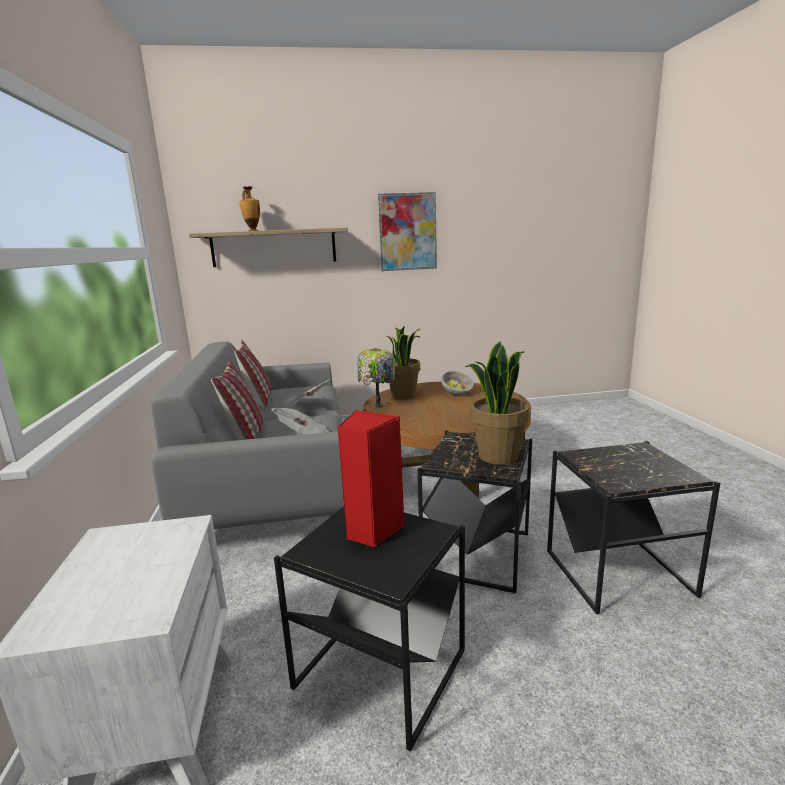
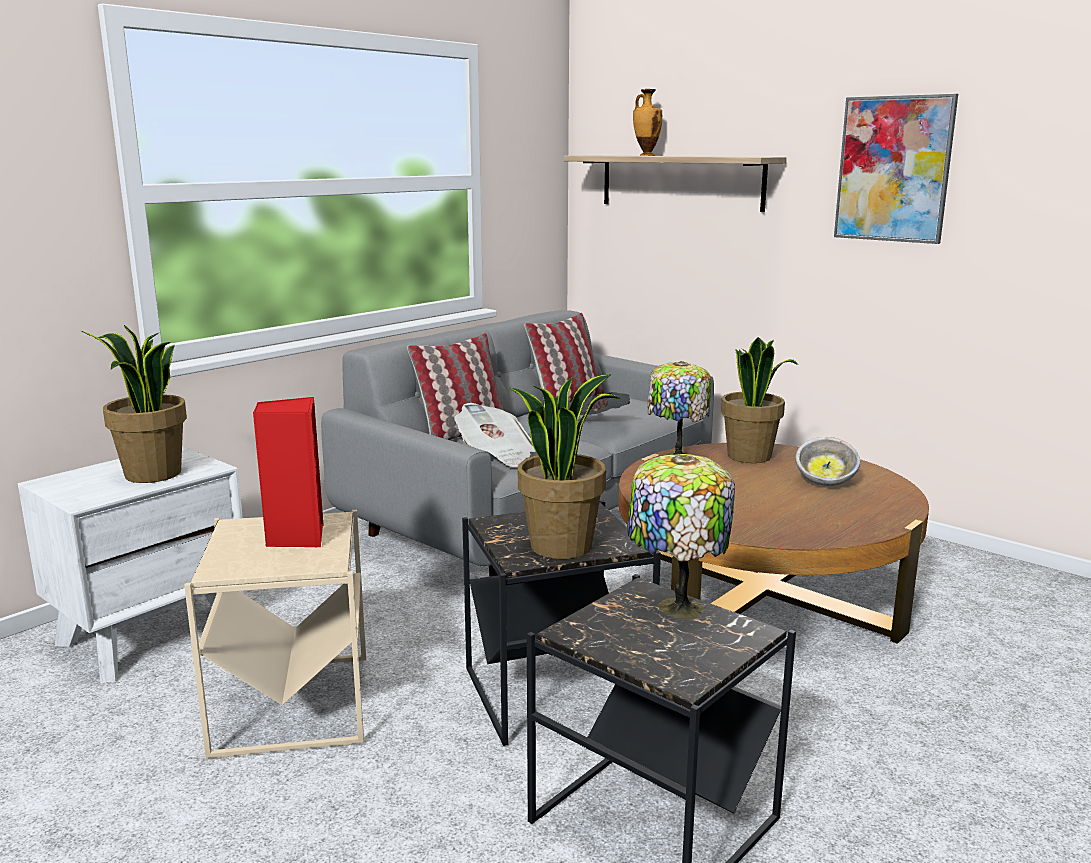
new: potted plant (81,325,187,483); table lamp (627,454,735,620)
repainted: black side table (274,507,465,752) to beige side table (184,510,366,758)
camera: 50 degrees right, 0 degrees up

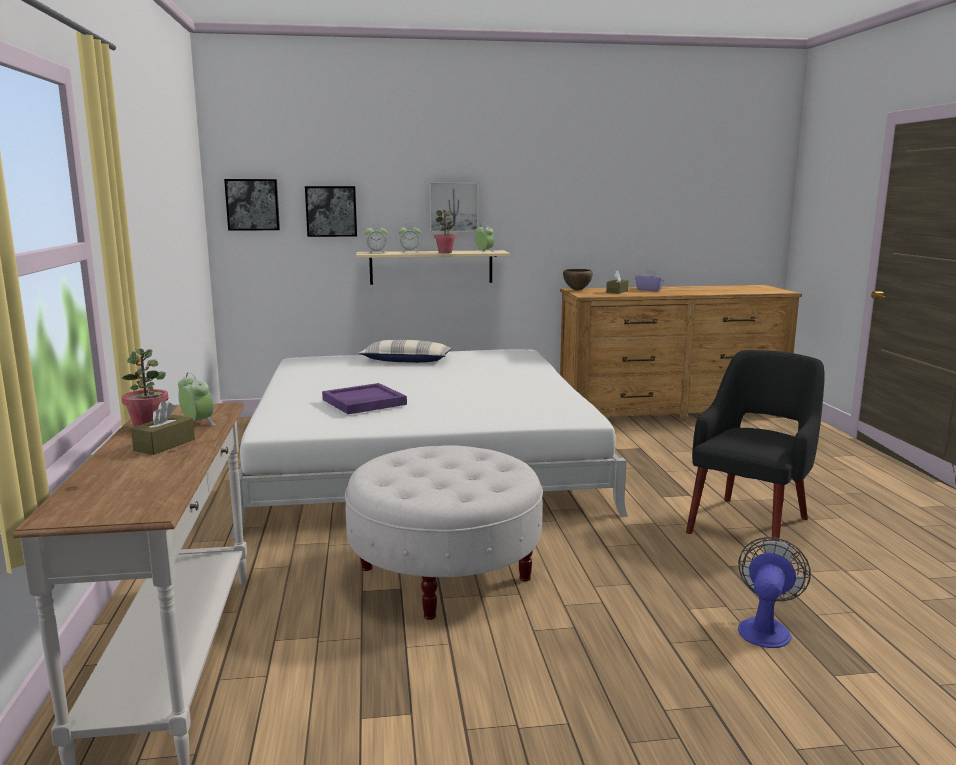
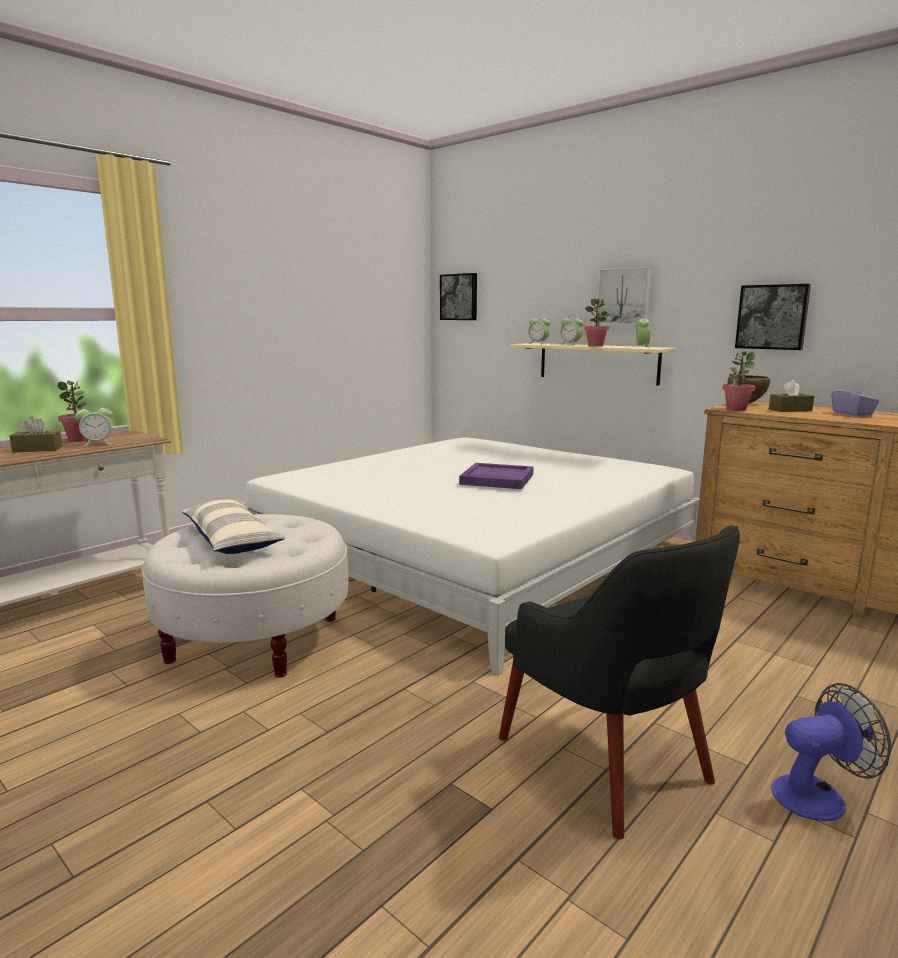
new: potted plant (723,352,755,411)
shifted: pillow (358,340,452,363) to (182,499,285,554); purple tray (322,383,407,414) to (459,463,534,489); picture (305,186,357,237) to (735,284,811,350); fan (738,537,811,648) to (771,683,891,821)
rotated: alarm clock (178,372,216,426) = (75,403,113,446) 60 degrees clockwise; black armchair (686,350,825,541) = (499,525,740,840) 60 degrees clockwise
camera: 50 degrees right, 0 degrees up

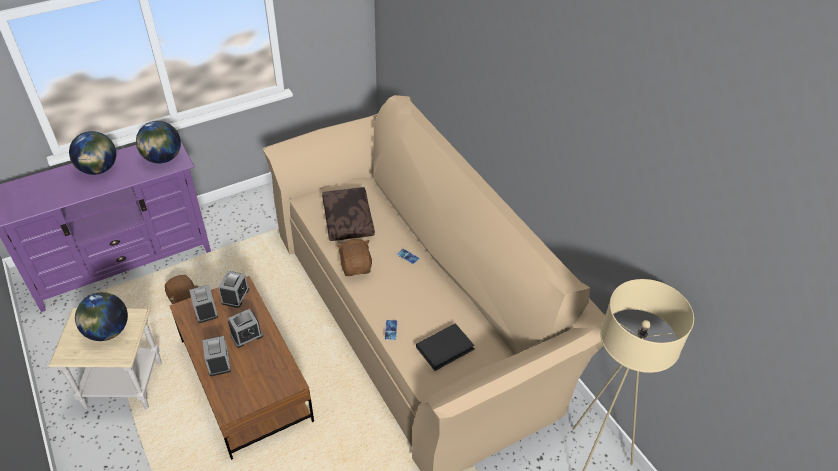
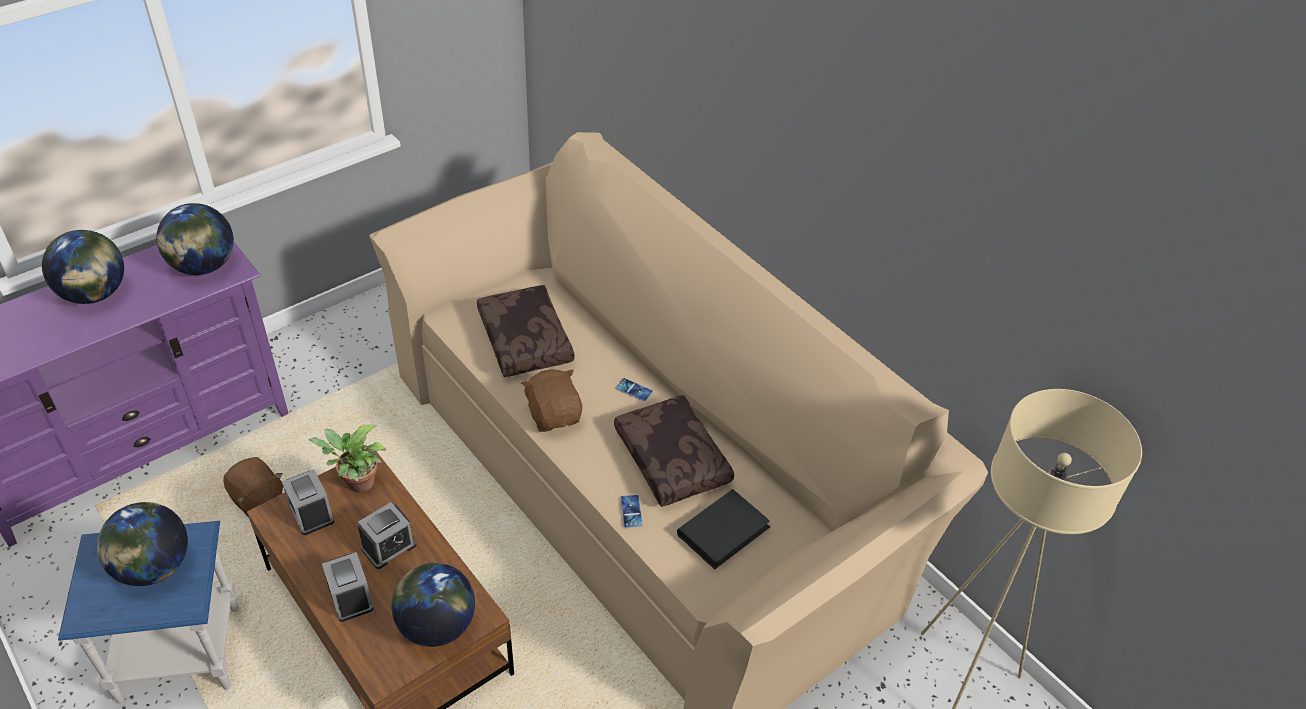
new: globe (391,563,475,647); brown pillow (614,395,734,507)
swapped: alarm clock (218,271,249,308) to potted plant (309,425,387,492)
repainted: beige side table (48,308,162,409) to blue side table (58,521,239,703)
camera: 10 degrees left, 0 degrees up

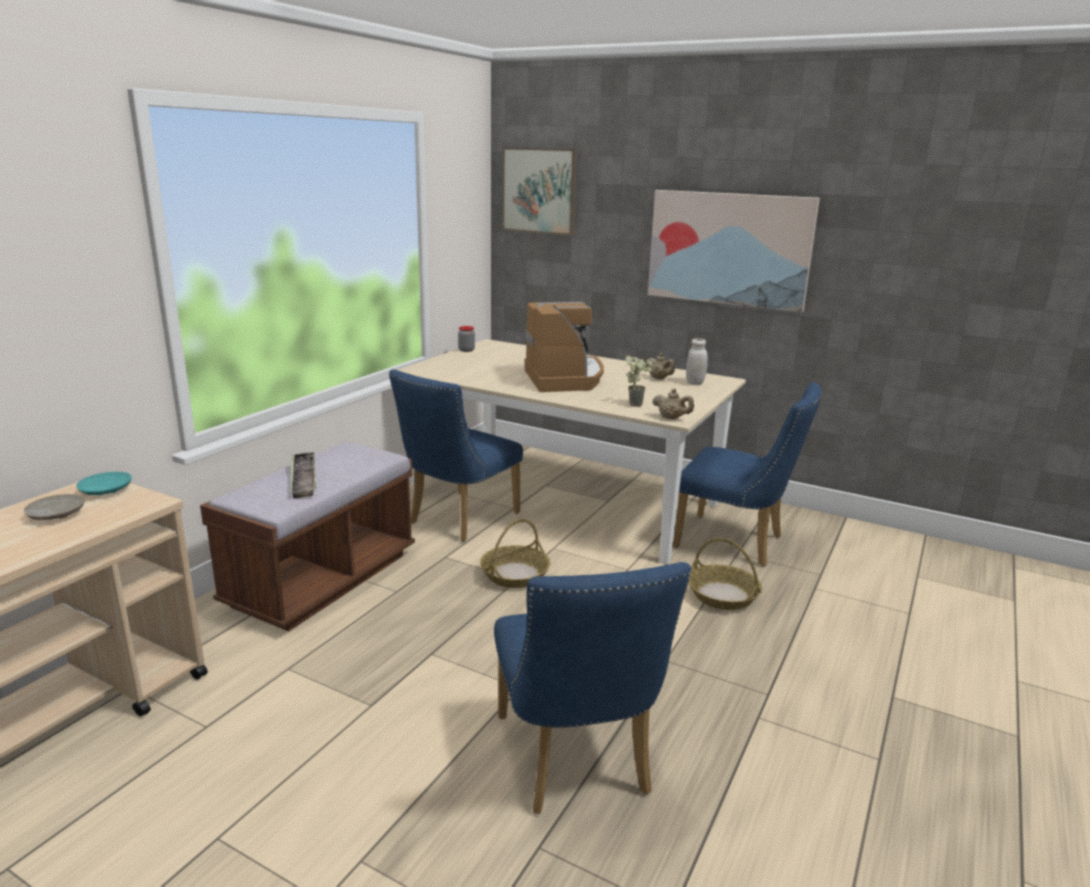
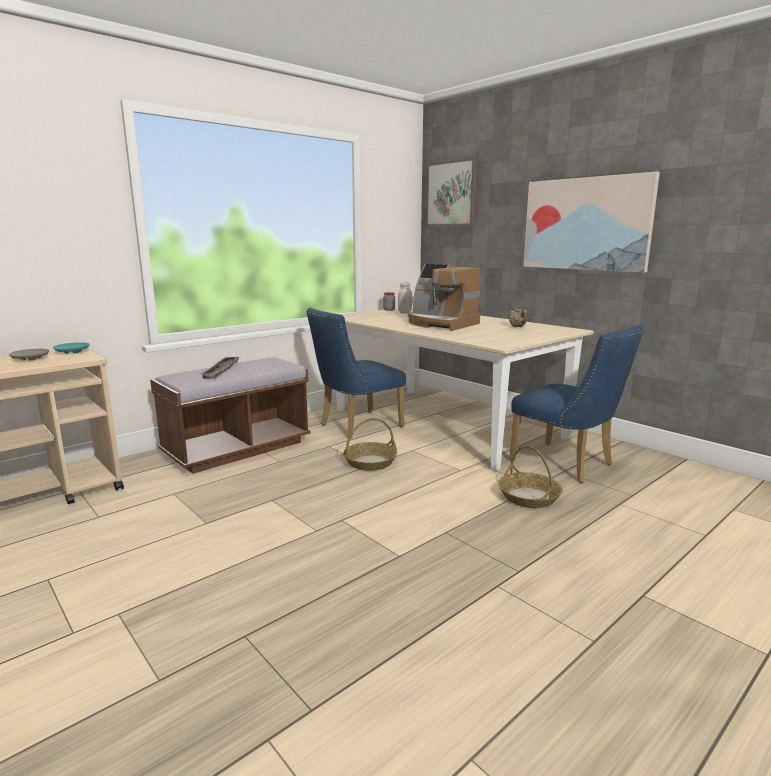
gone: blue chair (494,562,691,814); potted plant (625,355,652,407); beige teapot (652,388,694,419)
shifted: white jar (686,338,708,385) to (398,282,413,314)
rotated: coffee machine (525,302,604,392) = (407,264,480,331) 120 degrees clockwise
camera: 20 degrees right, 5 degrees down

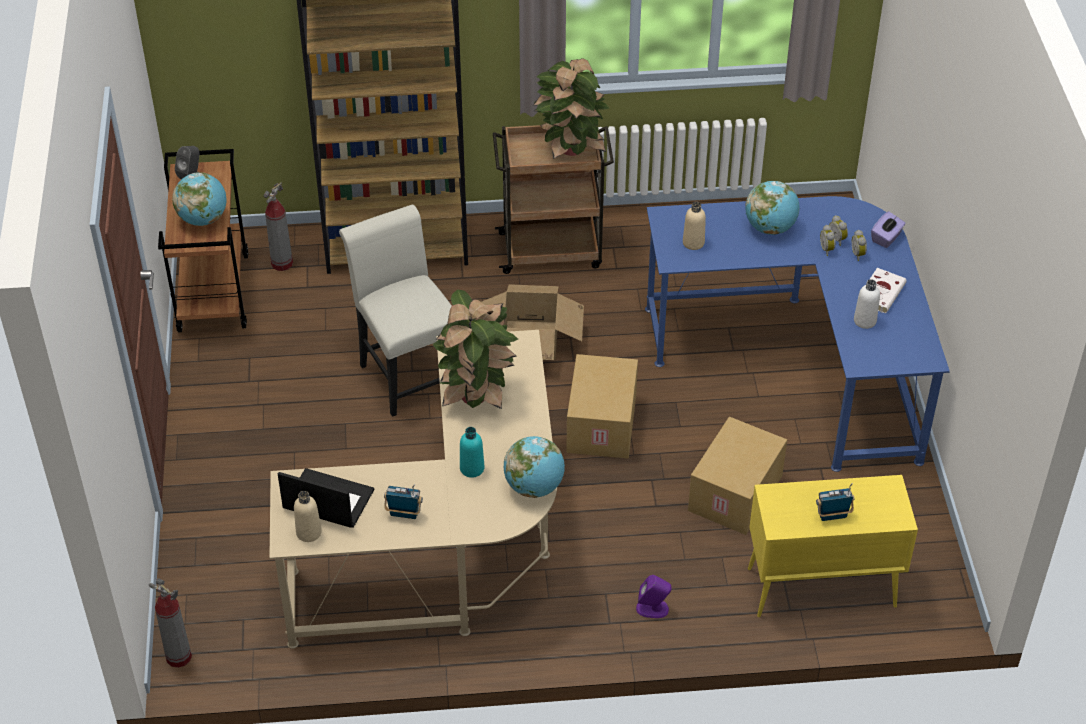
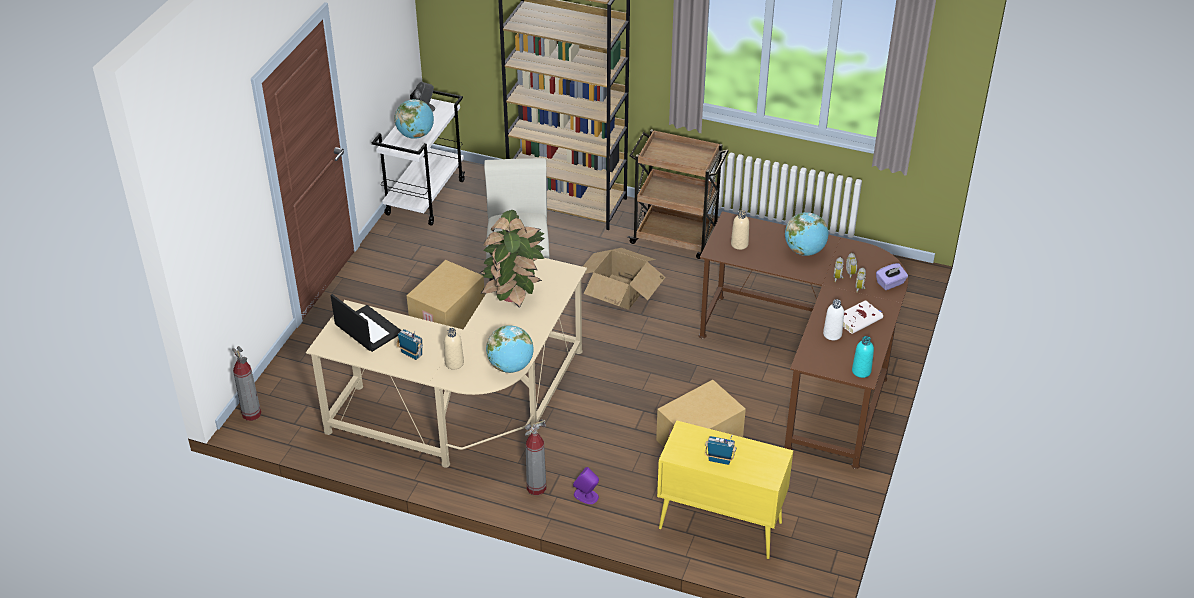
gone: potted plant (533,58,610,159)
shifted: cardboard box (566,354,638,458) to (407,260,485,329); beige bottle (294,491,322,542) to (444,328,464,370); fire extinguisher (263,182,293,271) to (525,419,546,495); turquoise bottle (460,427,484,478) to (852,336,874,378)
repainted: brown cart (158,149,249,332) to white cart (372,90,465,226); blue desk (645,196,950,472) to brown desk (699,211,908,469)
camera: 25 degrees right, 5 degrees down

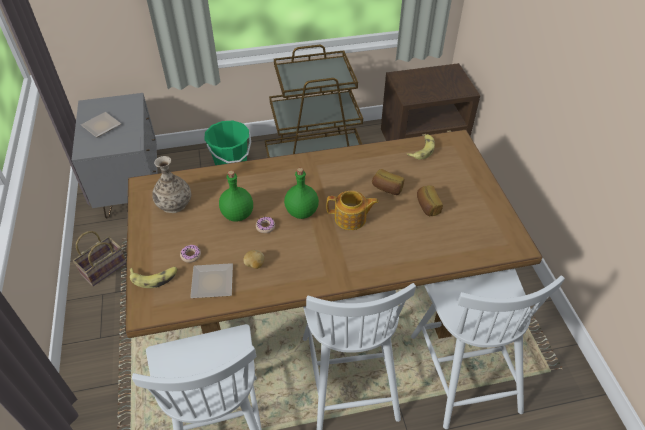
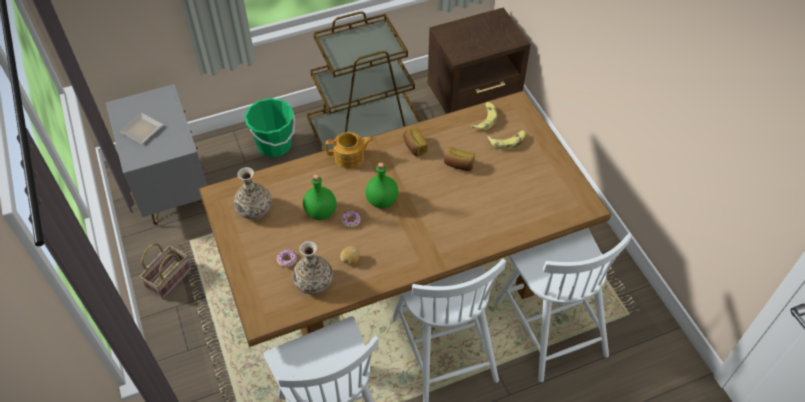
shifted: teapot (326,191,379,230) to (326,132,373,169); bread (417,185,443,216) to (403,127,428,156); banana (129,267,177,288) to (487,130,526,150)
swapped: plate (190,263,233,298) to vase (293,241,333,294)
camera: 10 degrees left, 5 degrees up

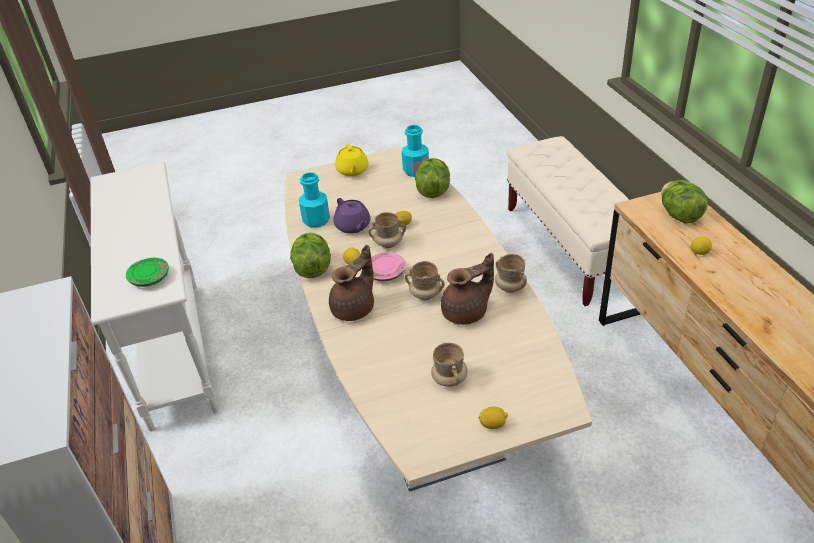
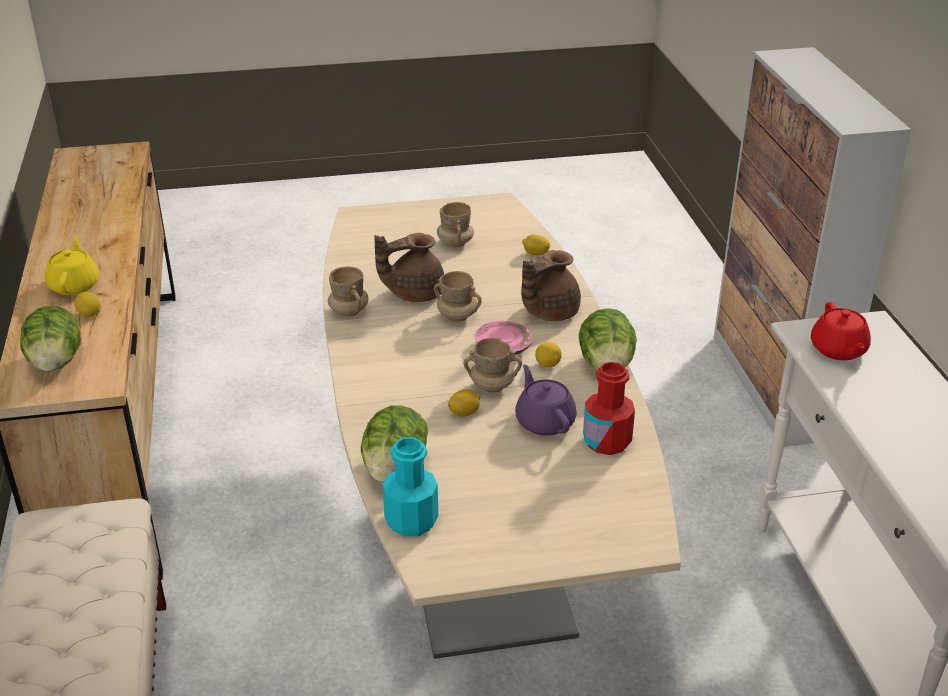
shifted: yellow teapot (335,144,368,176) to (45,237,99,295); lemon (479,407,508,429) to (522,235,550,256)
swapped: green plate (126,258,169,287) to red teapot (811,302,871,360)
repainted: turquoise bottle (299,172,330,228) to red bottle (583,362,635,455)
camera: 175 degrees left, 5 degrees down

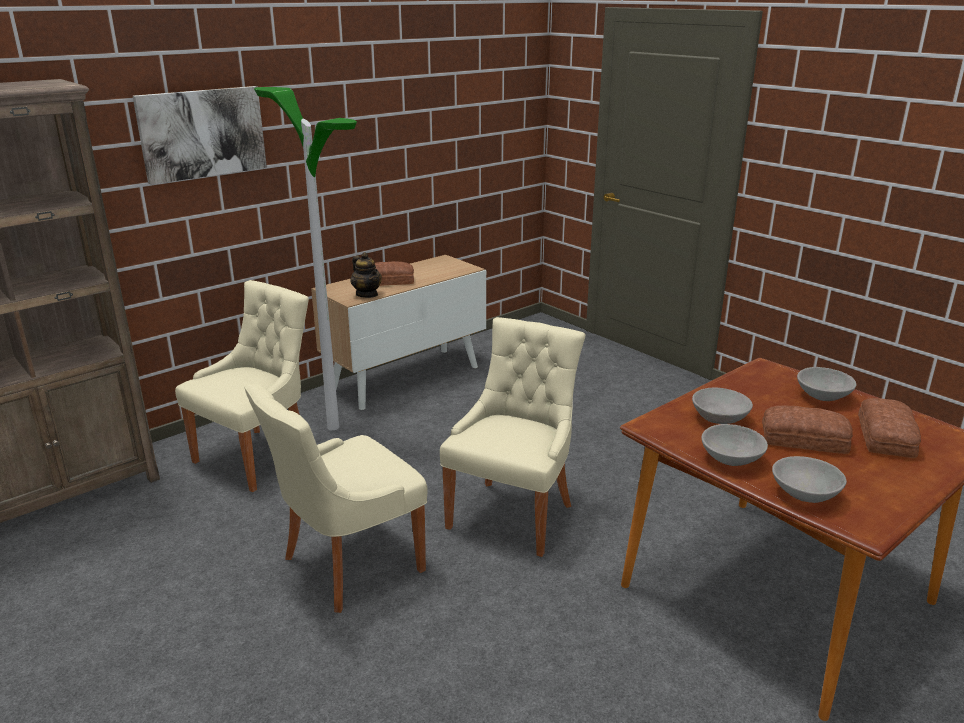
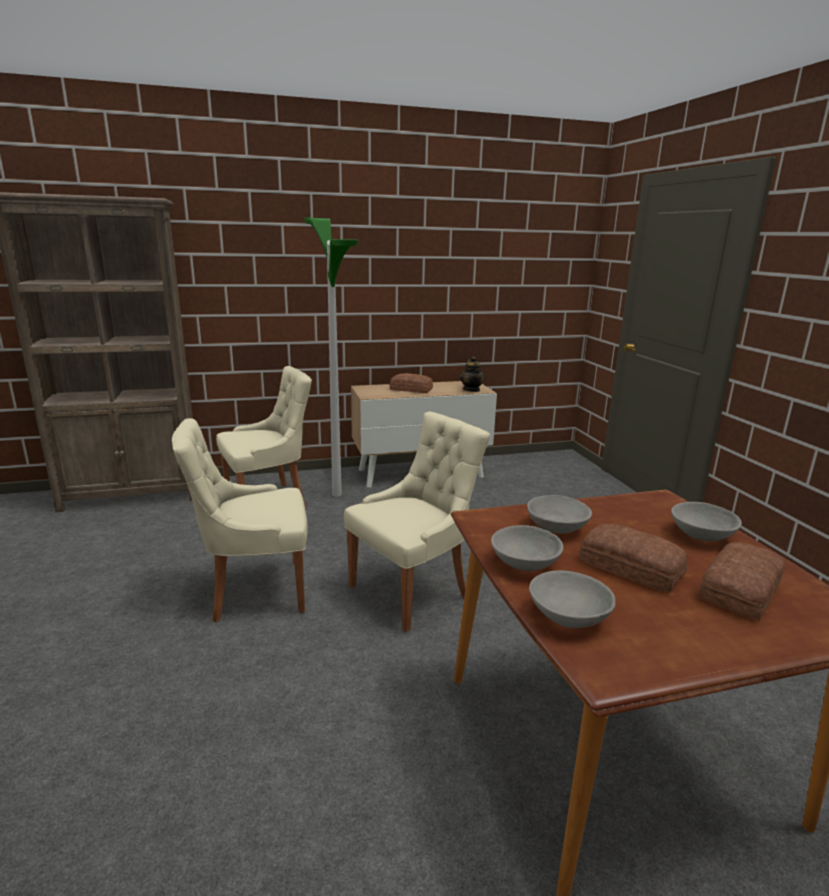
gone: picture (133,86,267,185)
shifted: teapot (350,252,382,298) to (460,356,485,392)
camera: 25 degrees right, 5 degrees down

